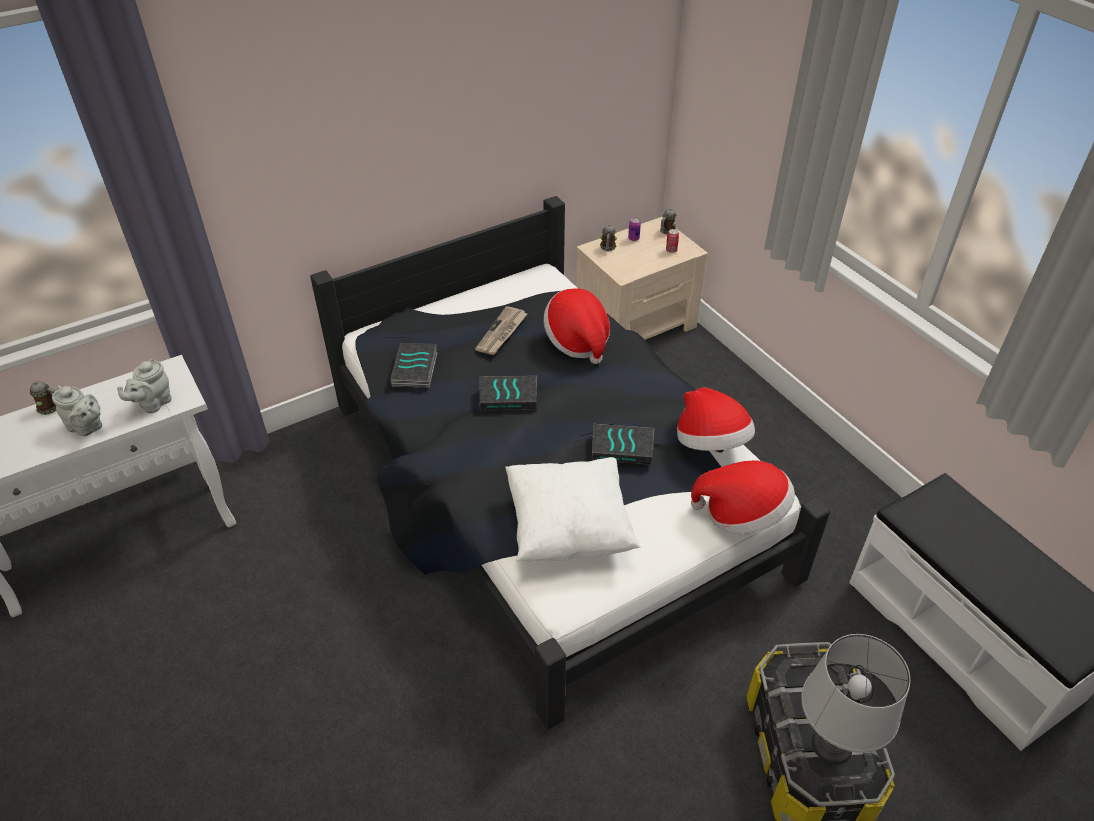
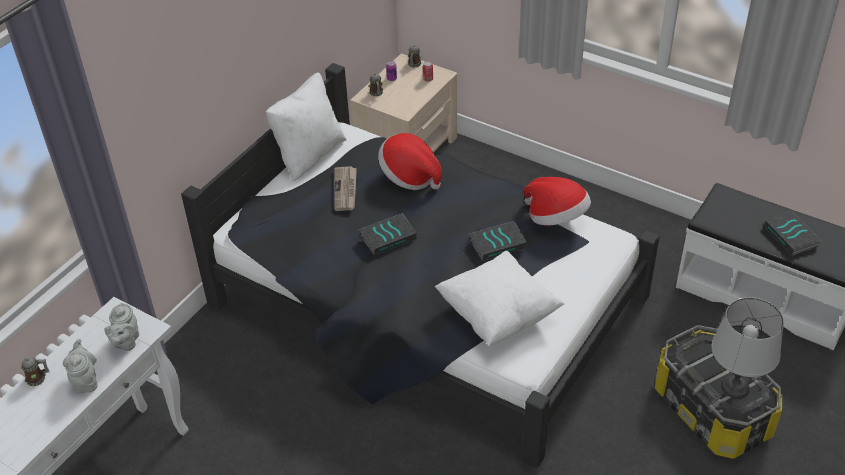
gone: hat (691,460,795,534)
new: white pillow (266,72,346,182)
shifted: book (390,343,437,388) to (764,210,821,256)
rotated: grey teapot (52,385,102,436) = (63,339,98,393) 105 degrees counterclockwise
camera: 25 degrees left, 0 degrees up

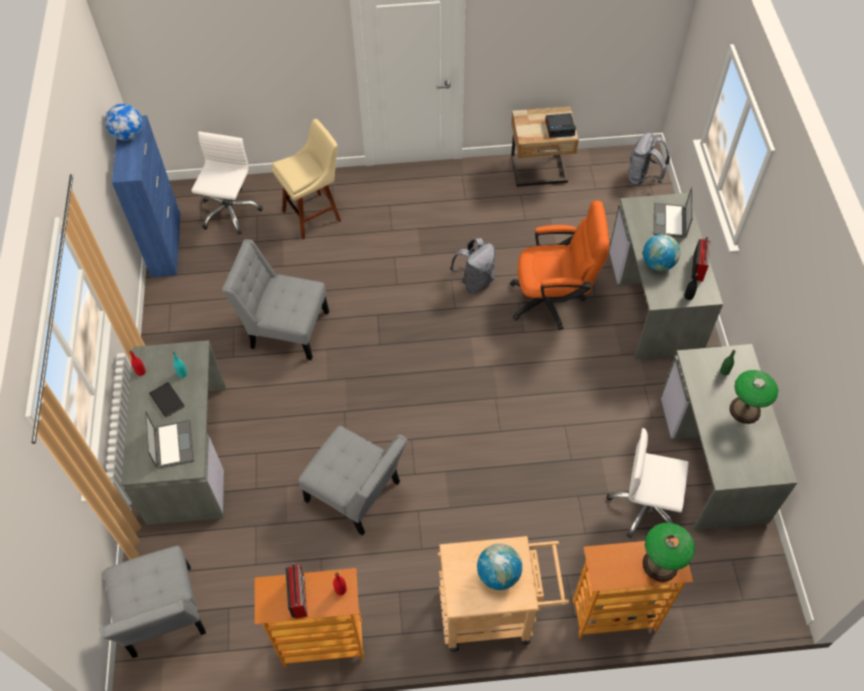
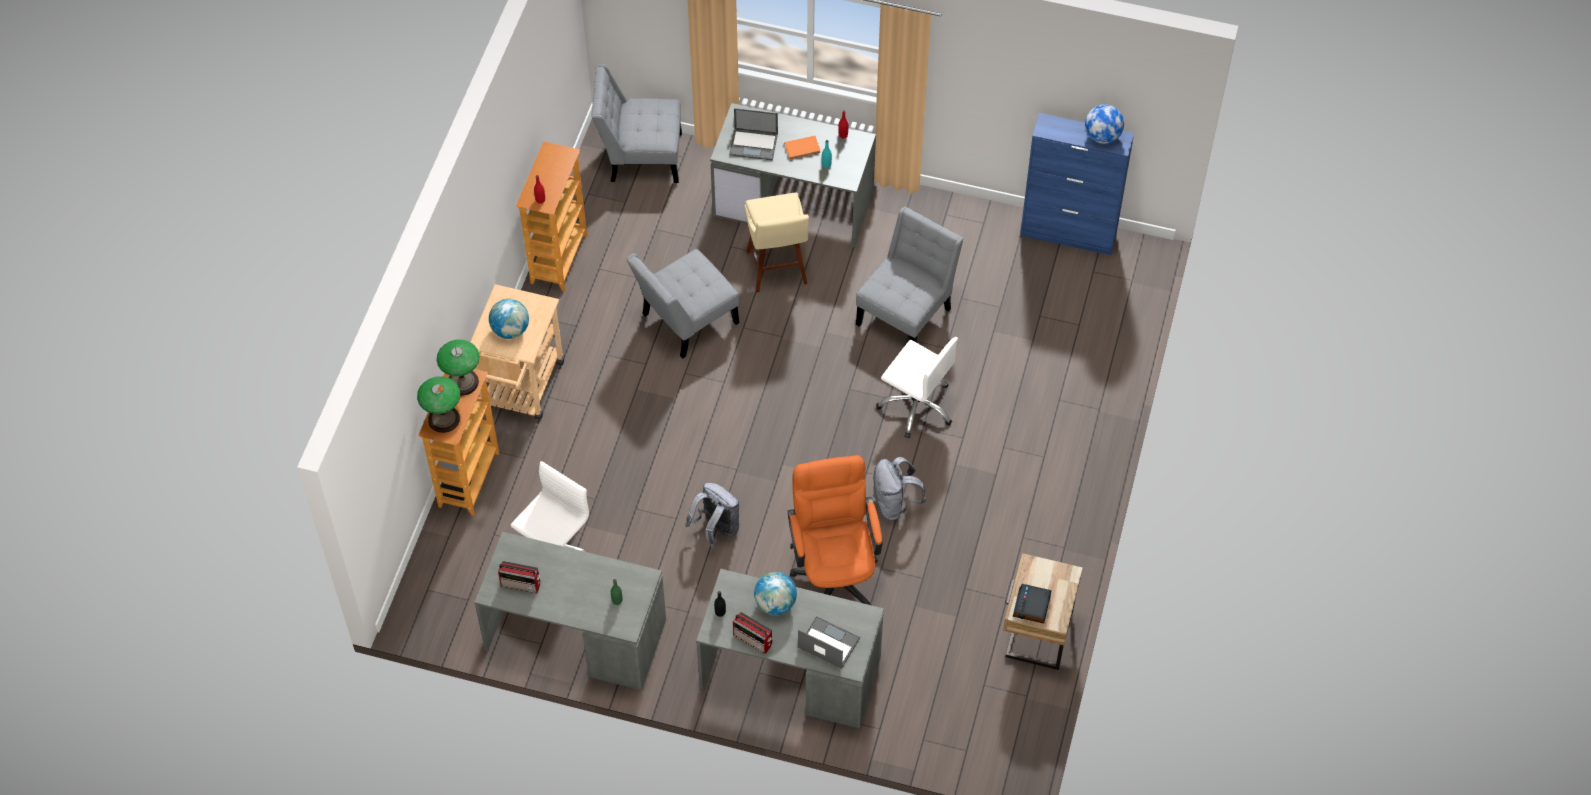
shifted: table lamp (730,370,778,424) to (437,340,480,396); radio (285,563,307,618) to (498,561,540,593); grey backpack (628,133,670,186) to (685,483,739,548); beige stool (272,119,341,239) to (744,193,809,292); white office chair (191,132,263,235) to (876,337,958,438)
repainted: black book (149,382,185,418) to orange book (784,136,821,160)
rotated: orange office chair (510,200,610,330) = (788,455,883,605) 150 degrees clockwise
camera: 110 degrees right, 0 degrees up

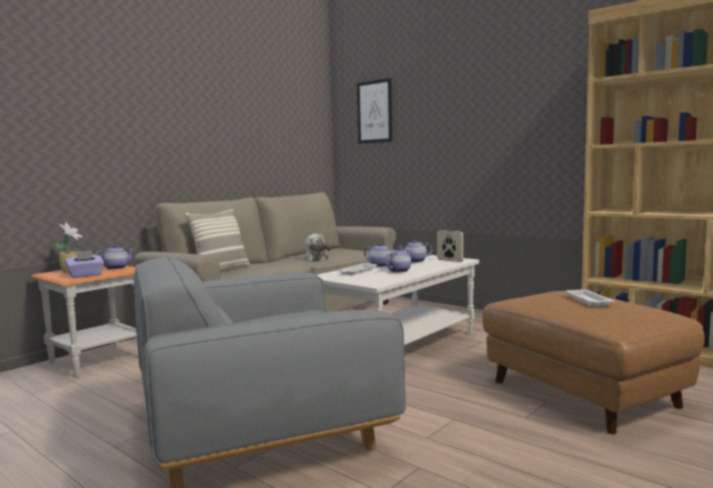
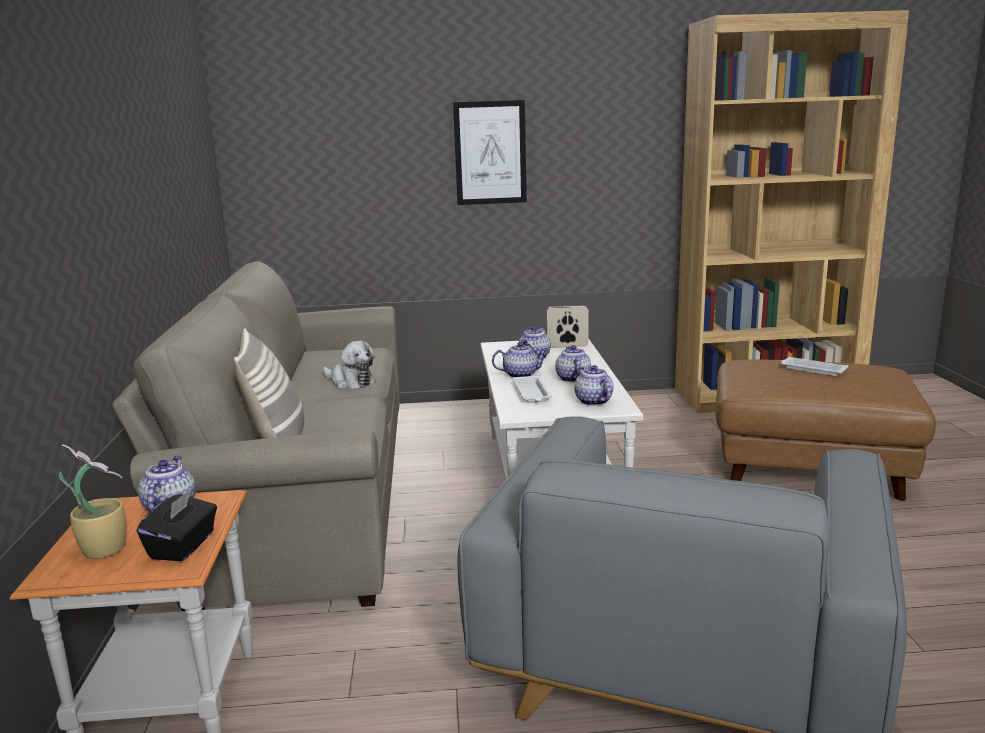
new: teapot (575,365,613,406)
shifted: picture (357,78,393,144) to (453,100,527,205)
repainted: purple tissue box (65,250,104,278) to black tissue box (137,489,217,561)
camera: 45 degrees left, 10 degrees up

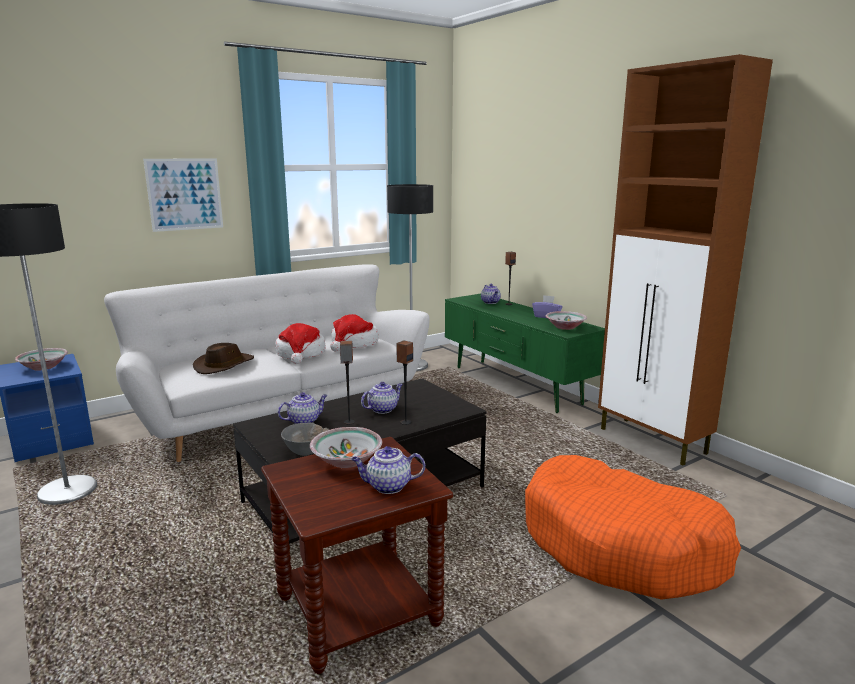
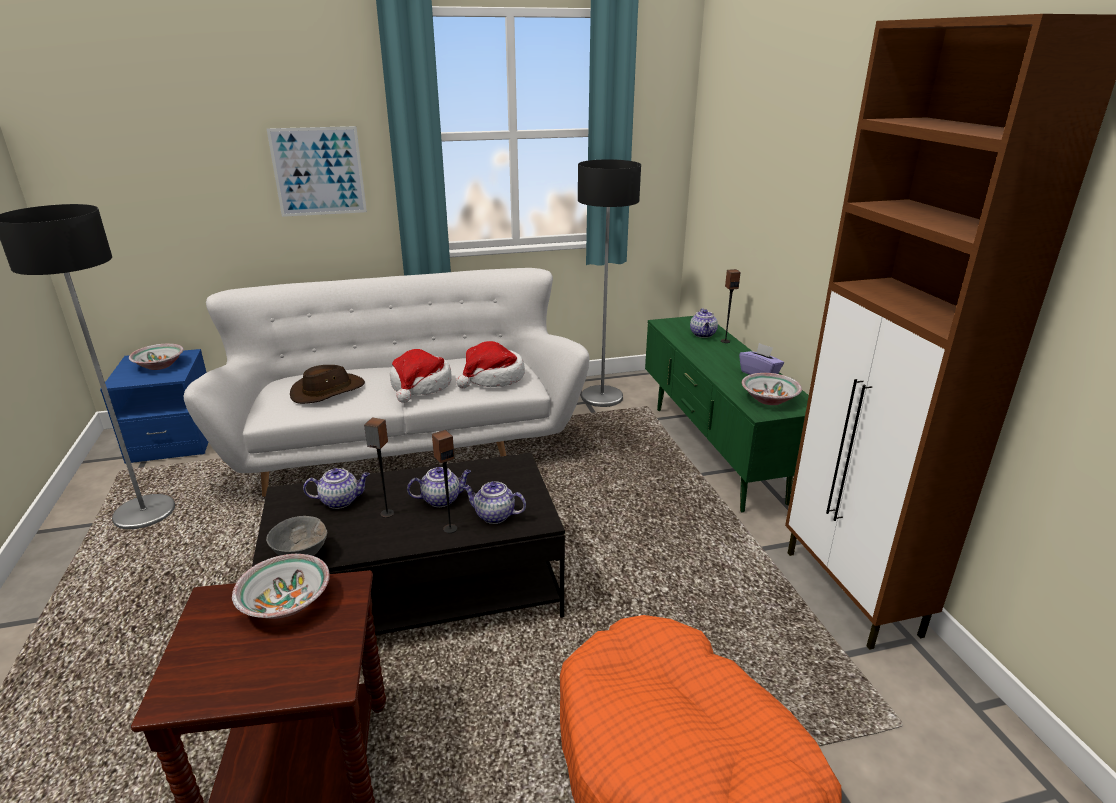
shifted: teapot (351,446,425,494) to (463,481,526,524)
camera: 20 degrees right, 10 degrees up

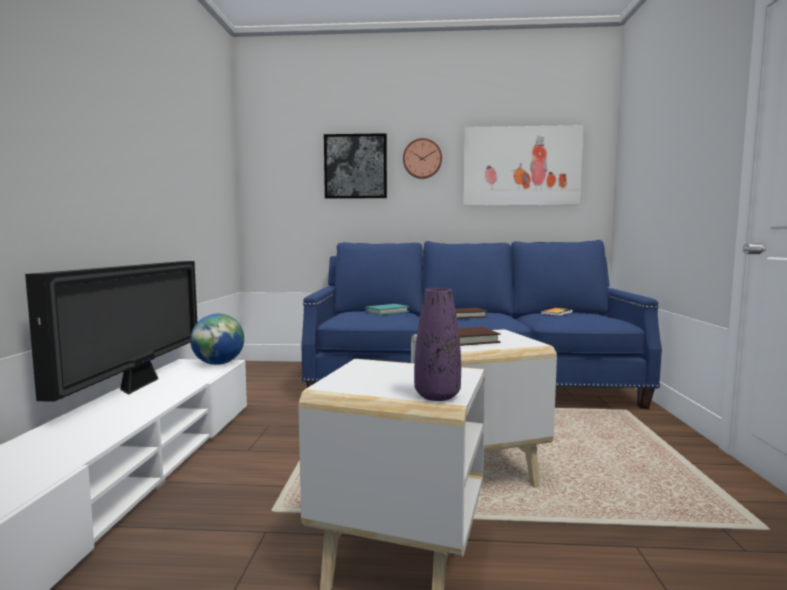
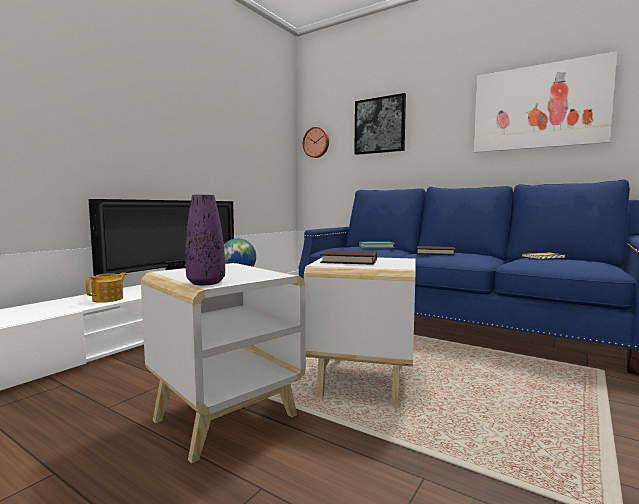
new: teapot (86,272,127,303)
shifted: wall clock (403,138,442,179) to (303,127,329,158)
camera: 30 degrees right, 0 degrees up

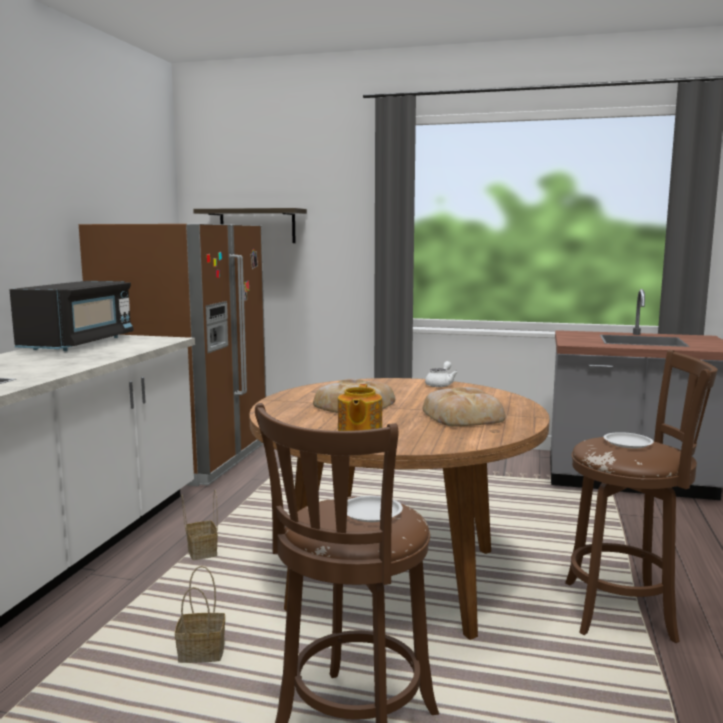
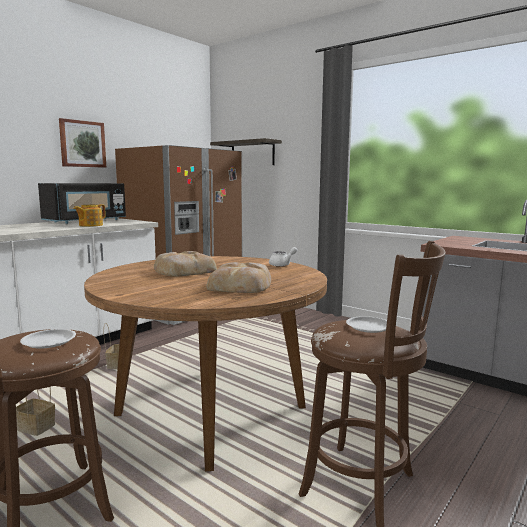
new: picture (59,118,106,168)
shifted: teapot (338,384,382,431) to (73,204,106,227)
camera: 25 degrees right, 0 degrees up

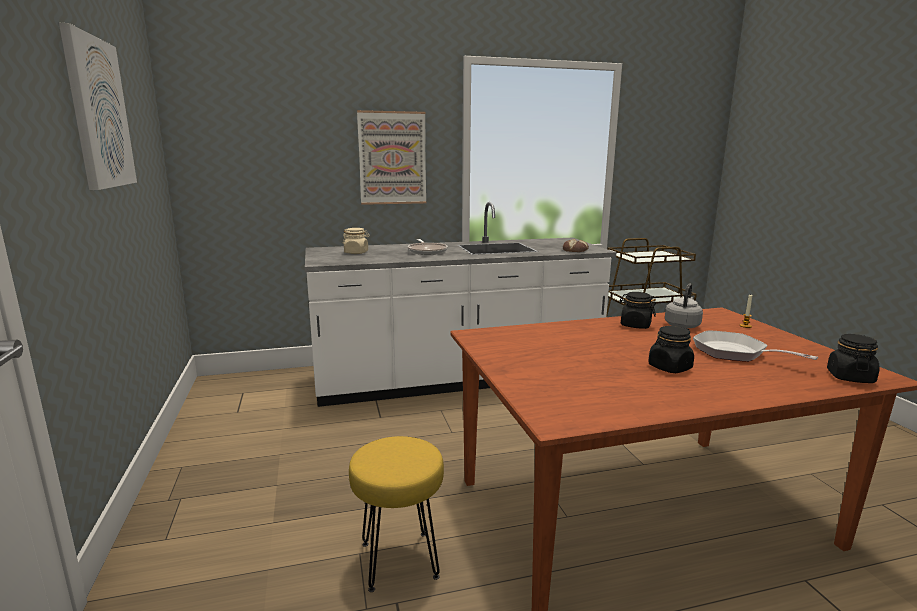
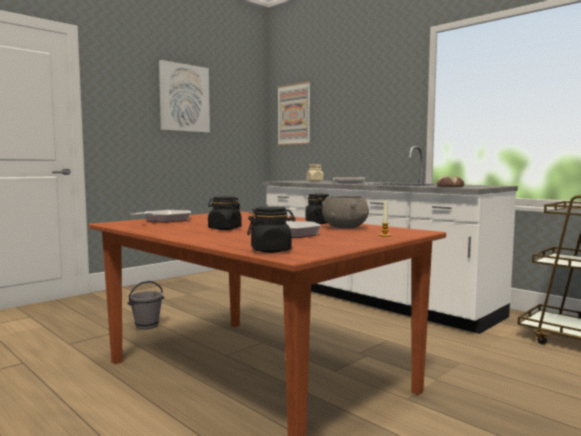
new: frying pan (131,210,191,222)
shifted: picture (357,110,426,205) to (277,81,311,145)
swapped: yellow stool (349,436,444,592) to grey bucket (128,281,164,330); grey kettle (665,284,703,328) to grey bowl (321,196,369,229)
camera: 60 degrees right, 10 degrees down

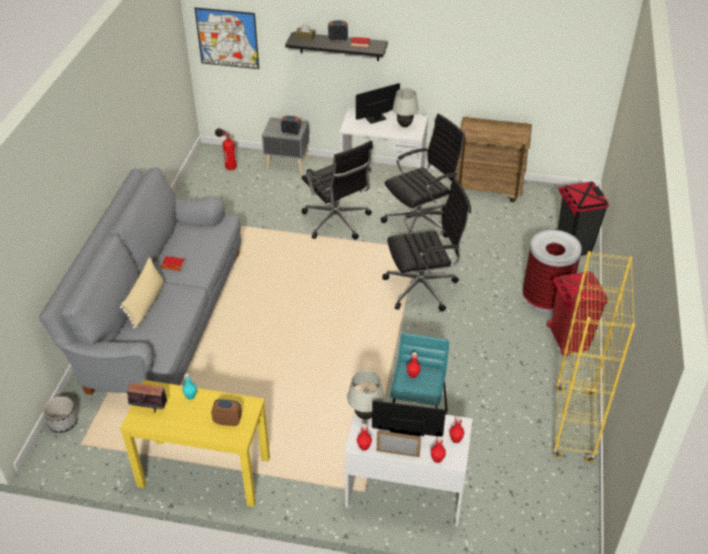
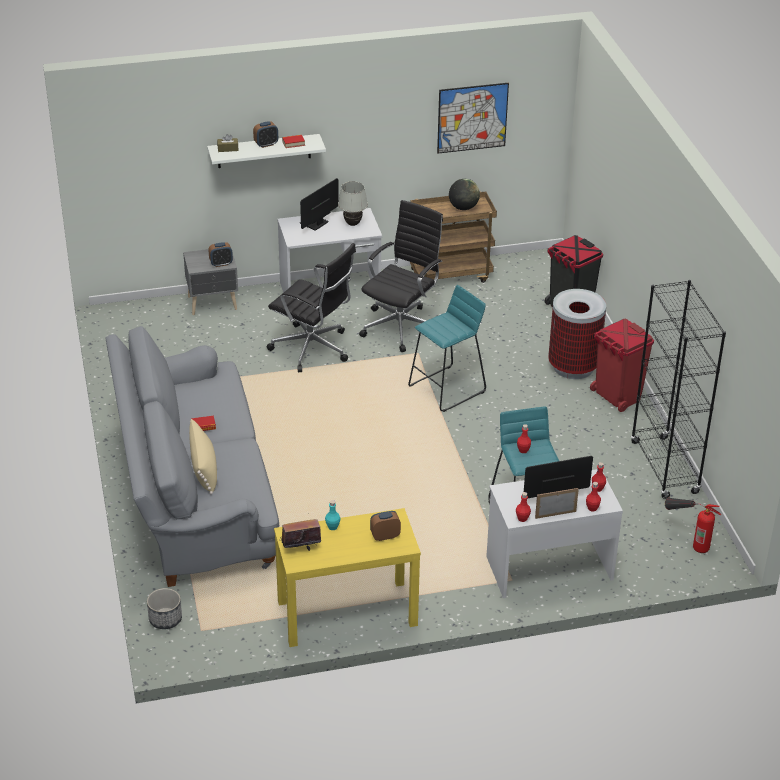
gone: white table lamp (347,371,384,420)
new: globe (449,179,480,210)
shifted: picture (195,7,259,69) to (437,83,509,154); fire extinguisher (215,128,237,170) to (665,497,721,553)
swapped: black office chair (382,178,471,312) to turquoise stool (408,285,486,412)
repainted: black shelf (285,32,388,61) to white shelf (207,134,326,168); yellow bookcase (553,251,635,462) to black bookcase (631,280,726,499)
camera: 25 degrees left, 5 degrees down

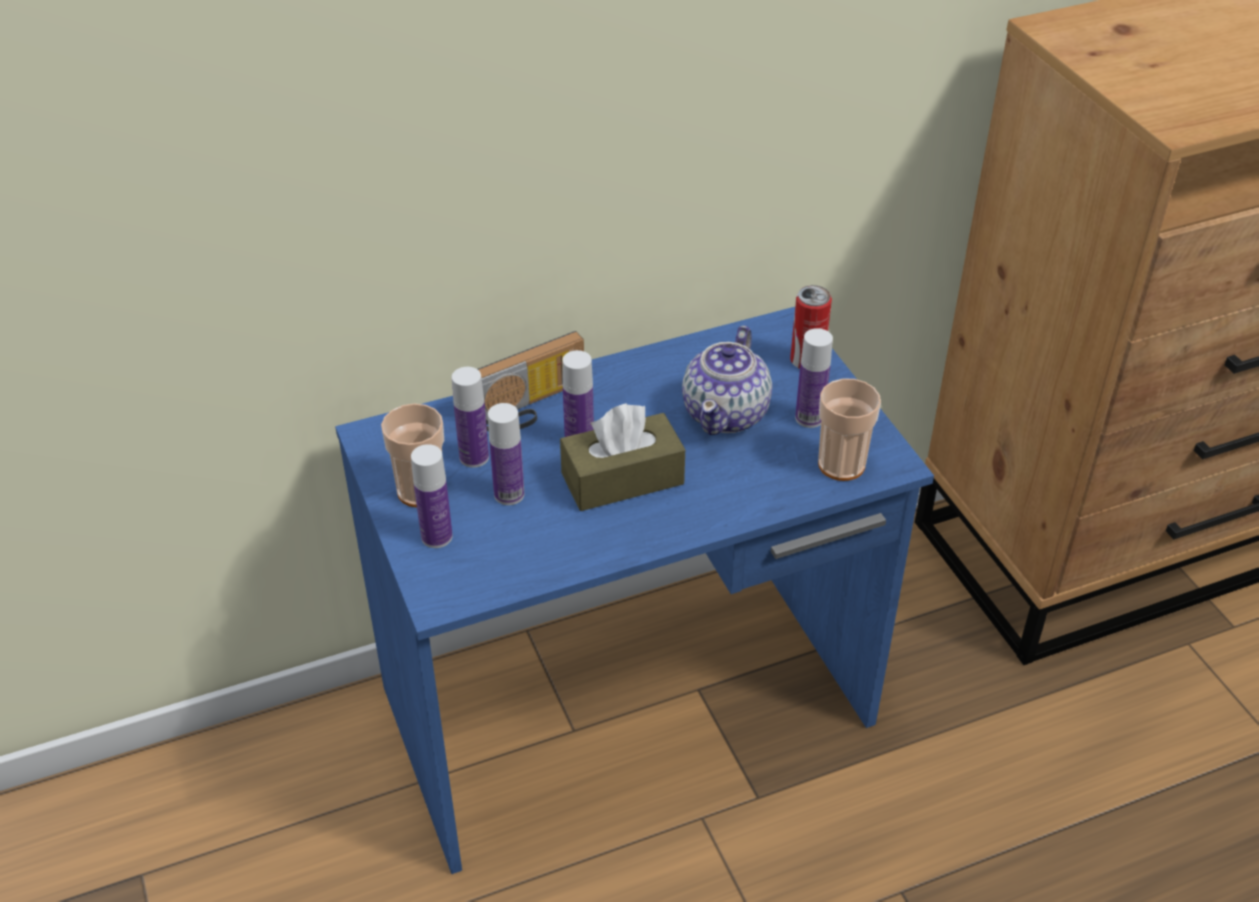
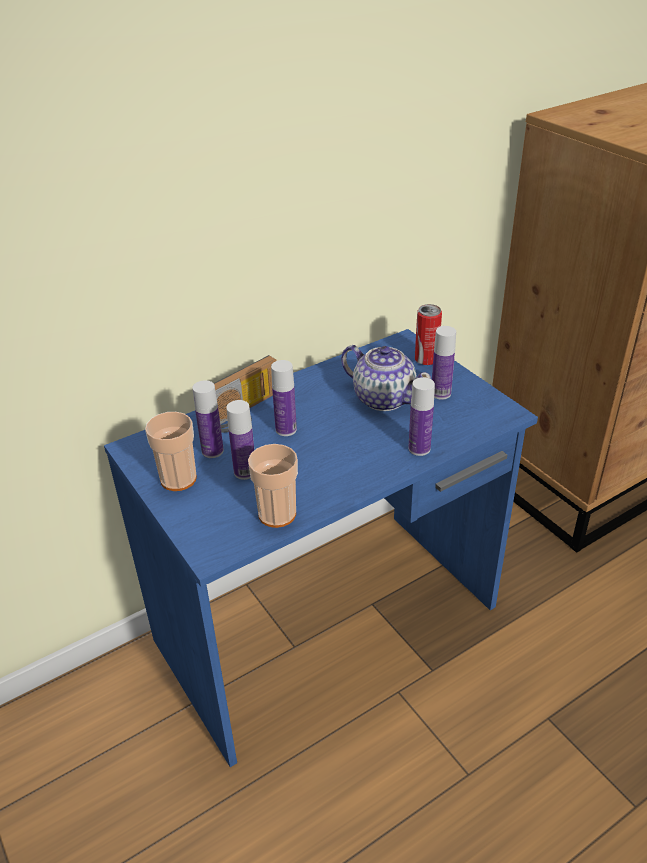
gone: brown tissue box (560,404,685,511)
shifted: cup (818,379,881,481) to (248,444,298,528); bottle (411,444,453,548) to (408,377,435,456)
rotated: teapot (682,325,772,435) = (341,345,431,411) 60 degrees counterclockwise
camera: 10 degrees left, 5 degrees down

